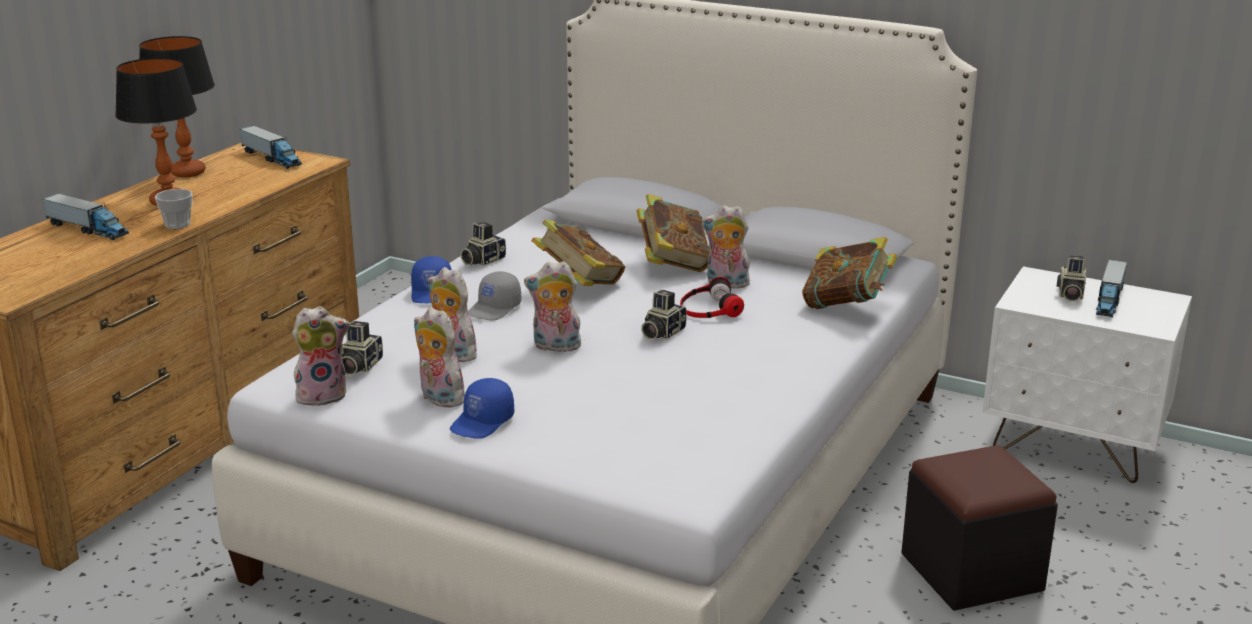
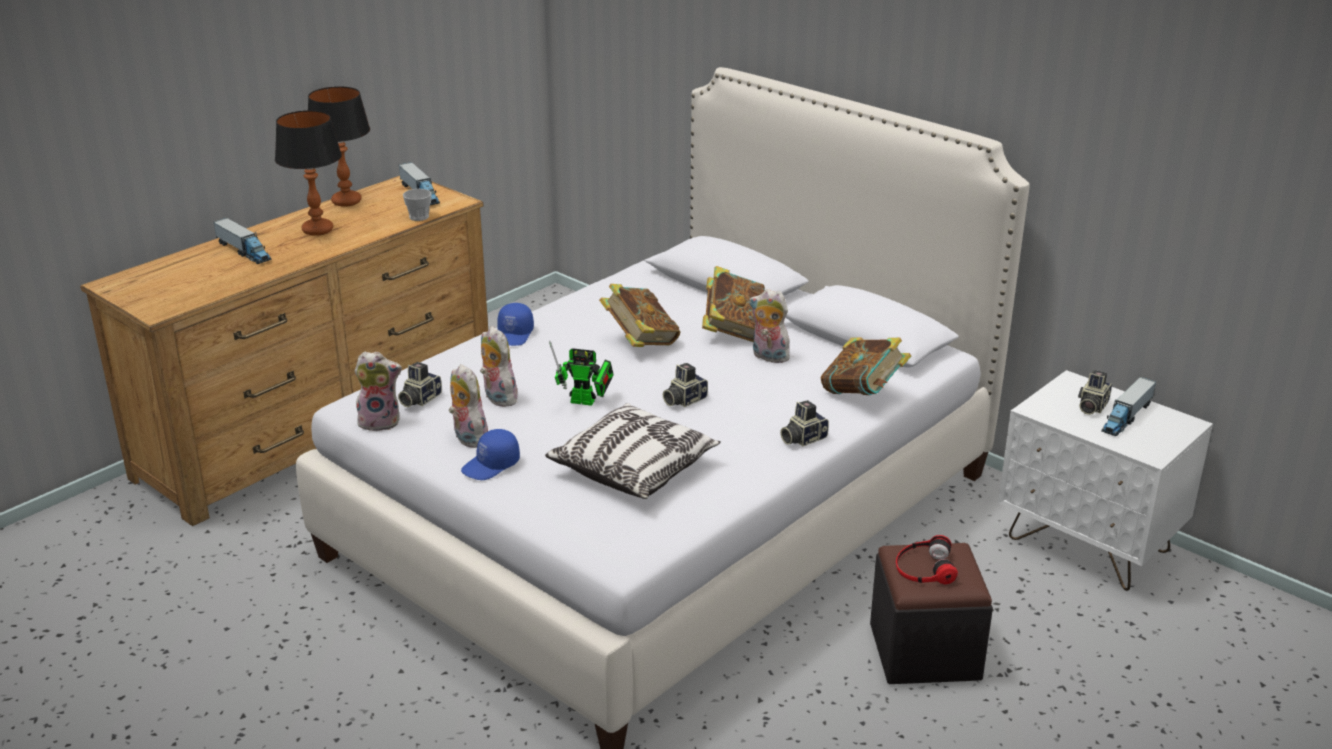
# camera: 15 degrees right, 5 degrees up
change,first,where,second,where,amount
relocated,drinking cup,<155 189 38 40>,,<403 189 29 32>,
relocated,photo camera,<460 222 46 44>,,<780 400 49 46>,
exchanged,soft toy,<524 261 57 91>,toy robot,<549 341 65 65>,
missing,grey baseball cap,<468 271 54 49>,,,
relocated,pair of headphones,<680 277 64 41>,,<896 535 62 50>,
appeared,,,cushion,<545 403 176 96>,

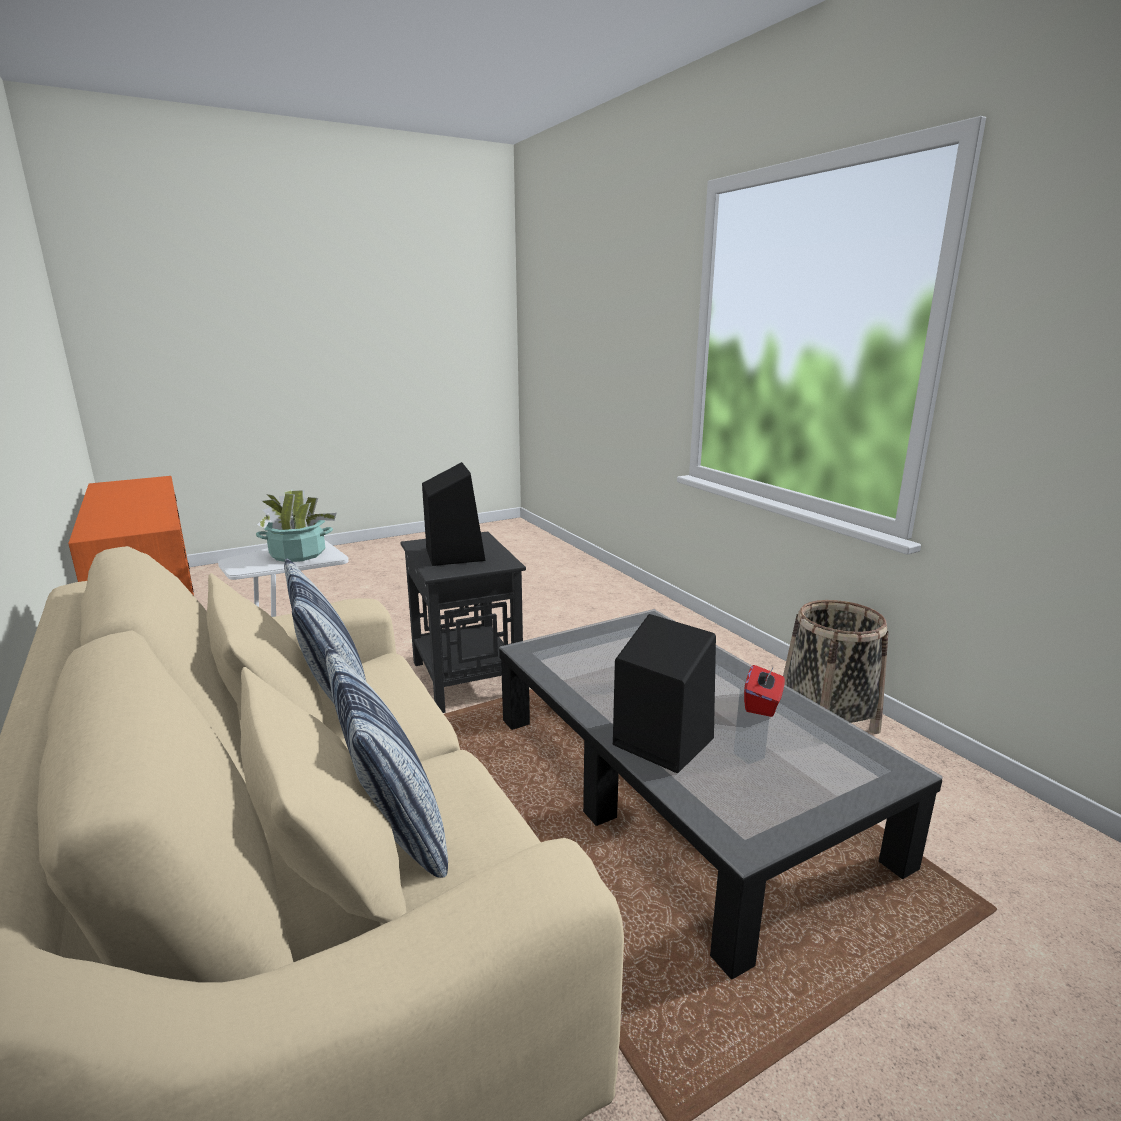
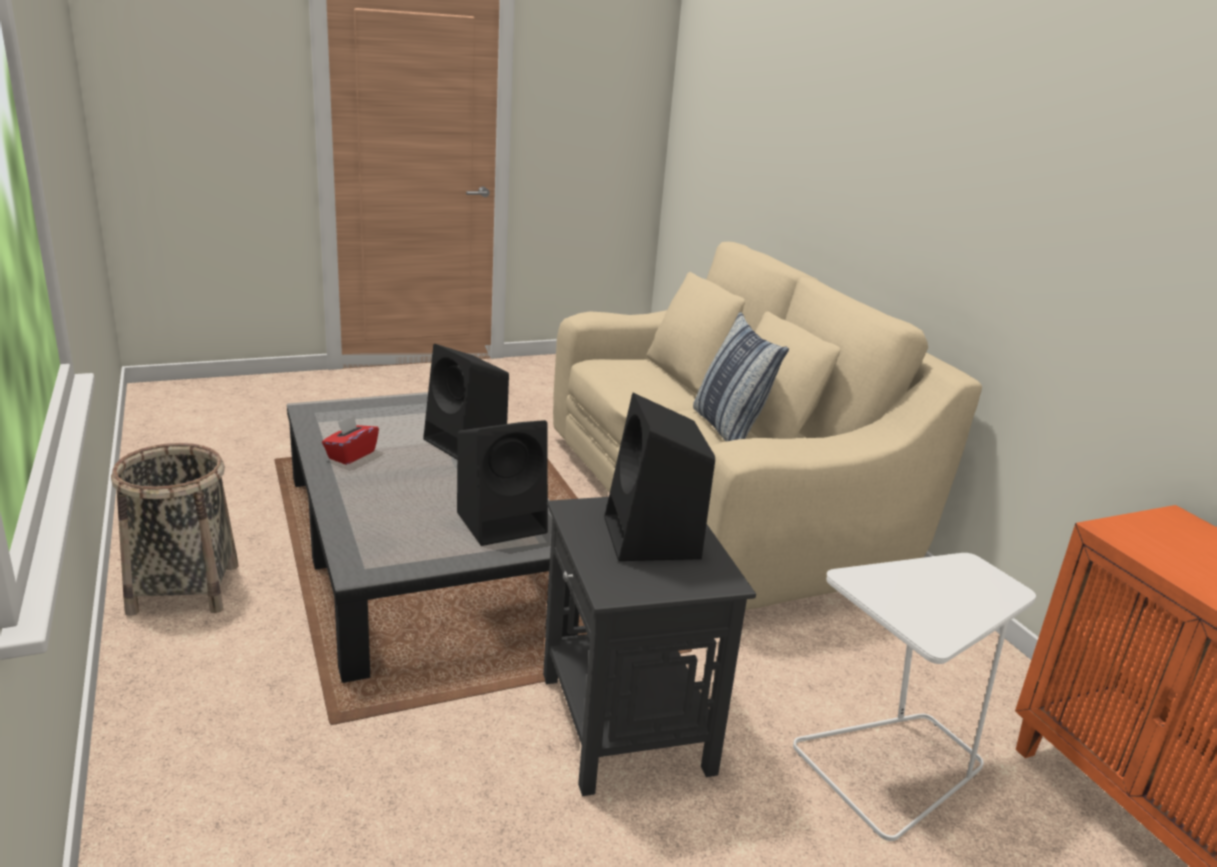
# camera: 175 degrees left, 5 degrees up
change,first,where,second,where,amount
missing,potted plant,<256 490 80 72>,,,
missing,cushion,<325 647 123 231>,,,
appeared,,,black-coloured loudspeaker,<457 420 91 126>,

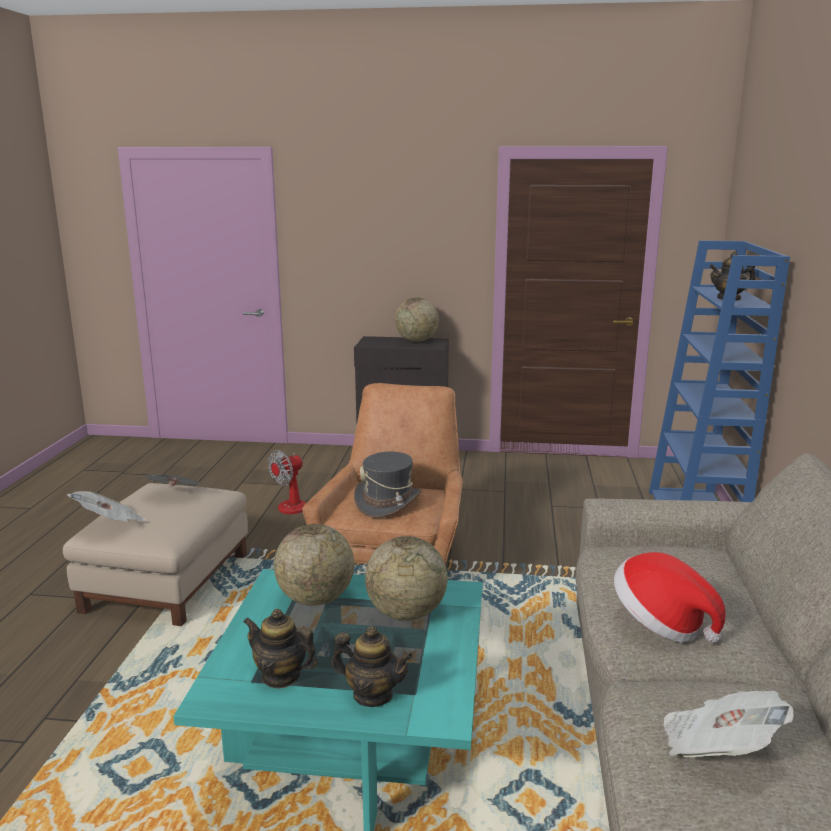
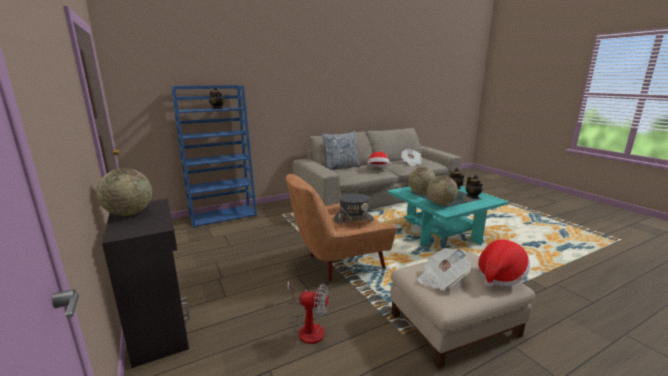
# camera: 125 degrees left, 0 degrees up
change,first,where,second,where,amount
exchanged,newspaper,<67 491 79 31>,wearable hat,<478 239 52 48>,
appeared,,,cushion,<322 131 39 39>,

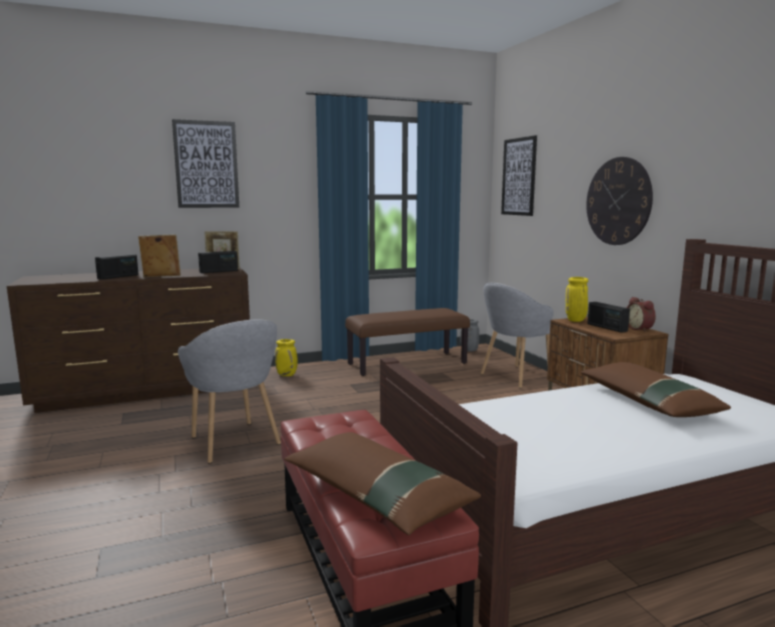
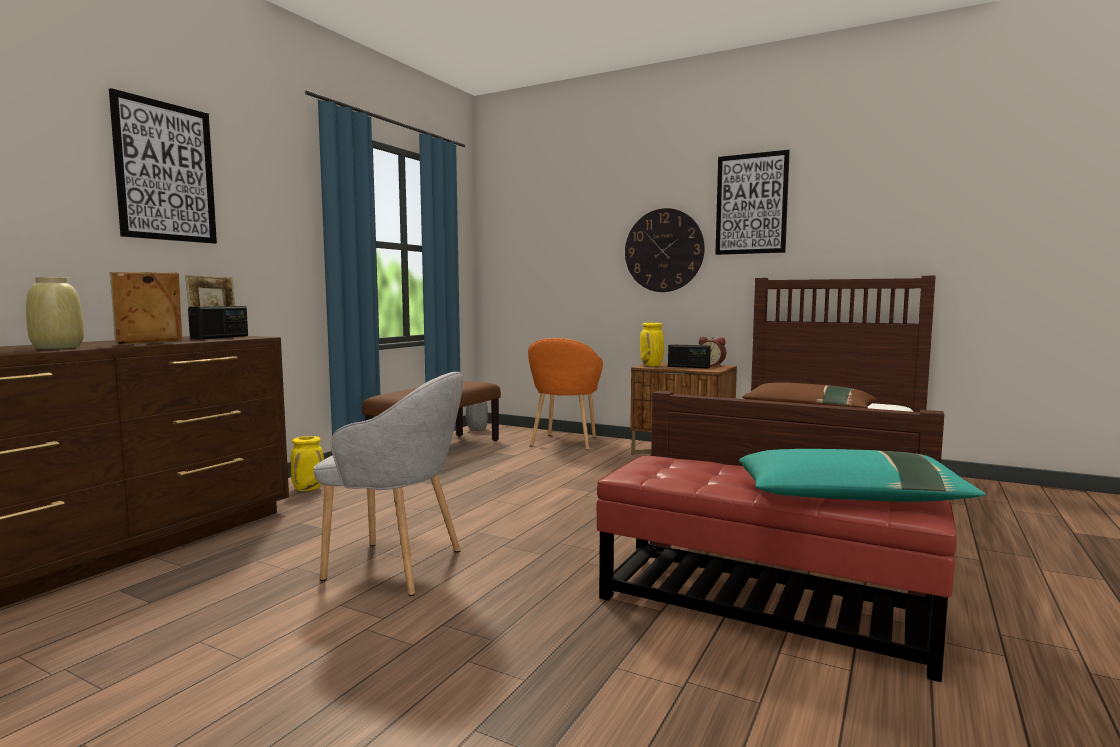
# camera: 40 degrees left, 5 degrees down
change,first,where,second,where,amount
relocated,picture,<501 135 36 81>,,<715 150 75 105>,
exchanged,radio set,<95 254 44 26>,sand-coloured flower vase,<26 277 58 72>,
colour,grey easy chair,<481 283 73 105>,orange easy chair,<528 338 75 112>,
colour,brownish cushion,<284 432 197 103>,turquoise cushion,<739 449 247 53>,

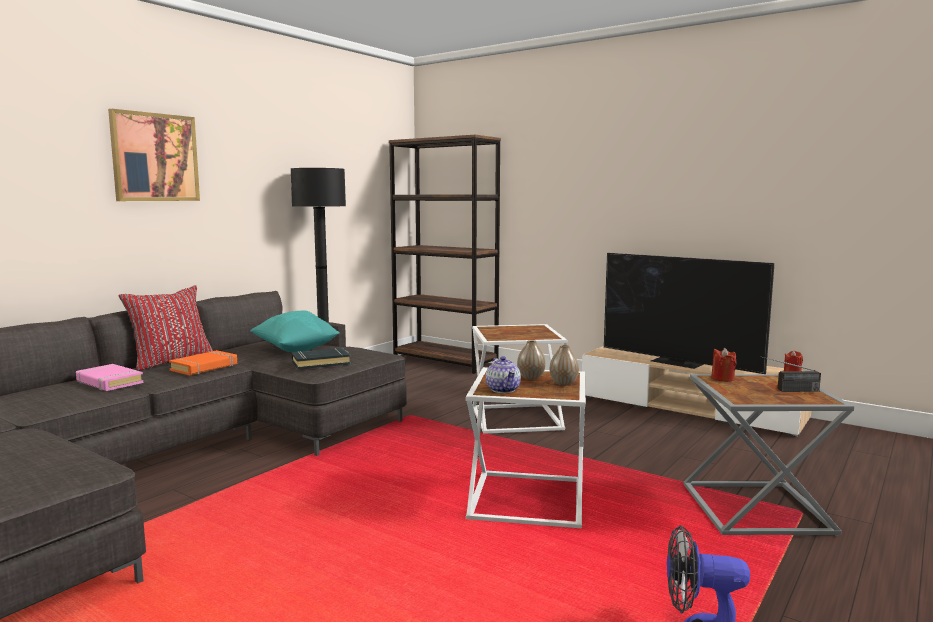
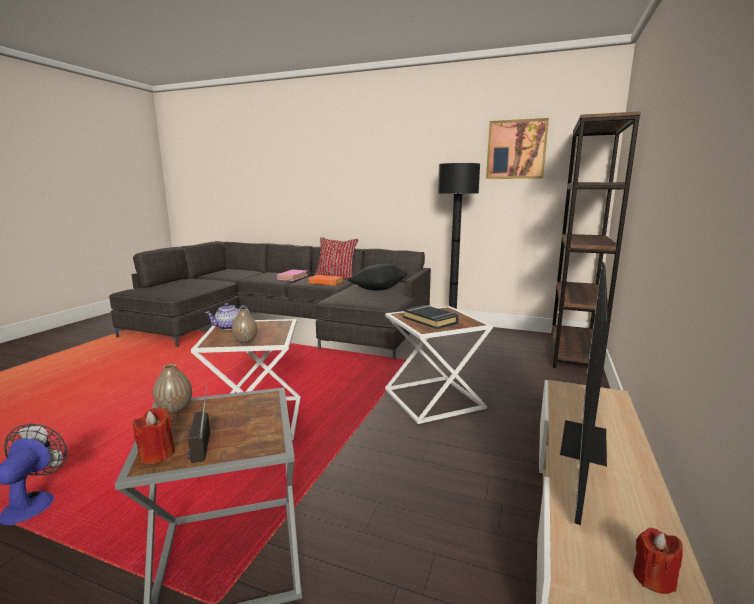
# camera: 75 degrees right, 5 degrees up
change,first,where,second,where,amount
relocated,picture,<108 109 92 92>,,<486 118 63 61>,
colour,turquoise cushion,<250 310 90 42>,black-coloured cushion,<347 264 61 27>,
relocated,flower vase,<517 340 29 40>,,<153 364 39 50>,
relocated,black-coloured volume,<292 348 59 21>,,<403 305 56 24>,
relocated,red candle,<711 348 26 34>,,<132 407 43 57>,

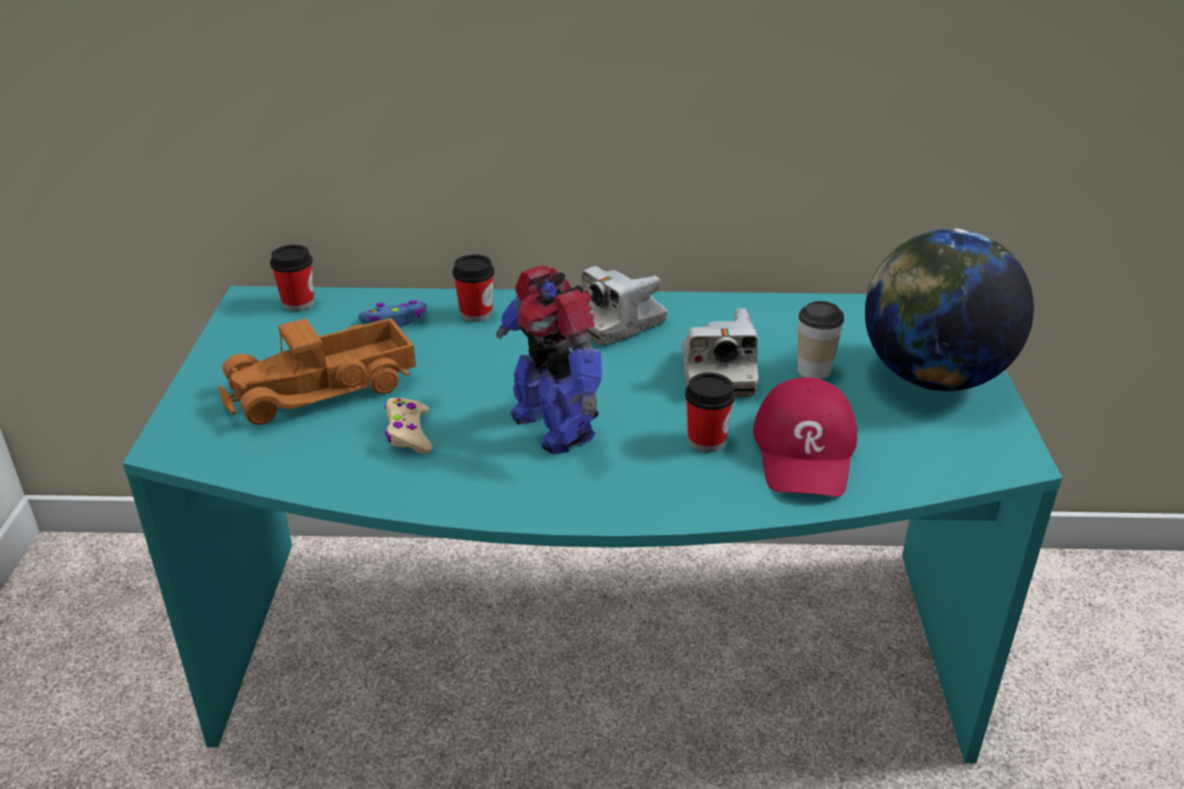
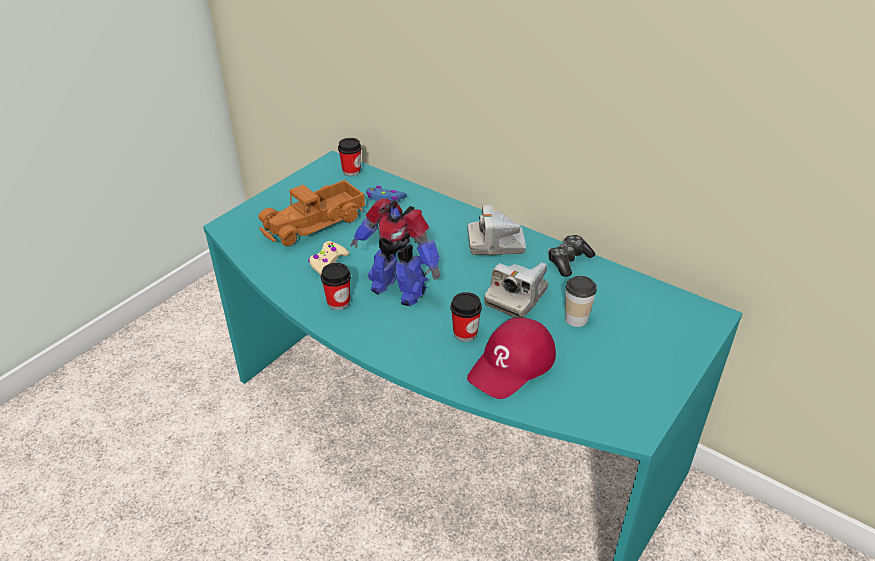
# camera: 35 degrees right, 5 degrees up
change,first,where,second,where,amount
missing,desk globe,<865 228 169 163>,,,
relocated,drinking cup,<452 254 43 68>,,<321 263 30 47>,
spun,toy robot,<496 265 106 189>,,<351 199 89 107>,60 degrees counterclockwise
spun,toy lorry,<218 318 198 107>,,<258 180 107 66>,45 degrees counterclockwise
appeared,,,gamepad,<548 235 47 42>,

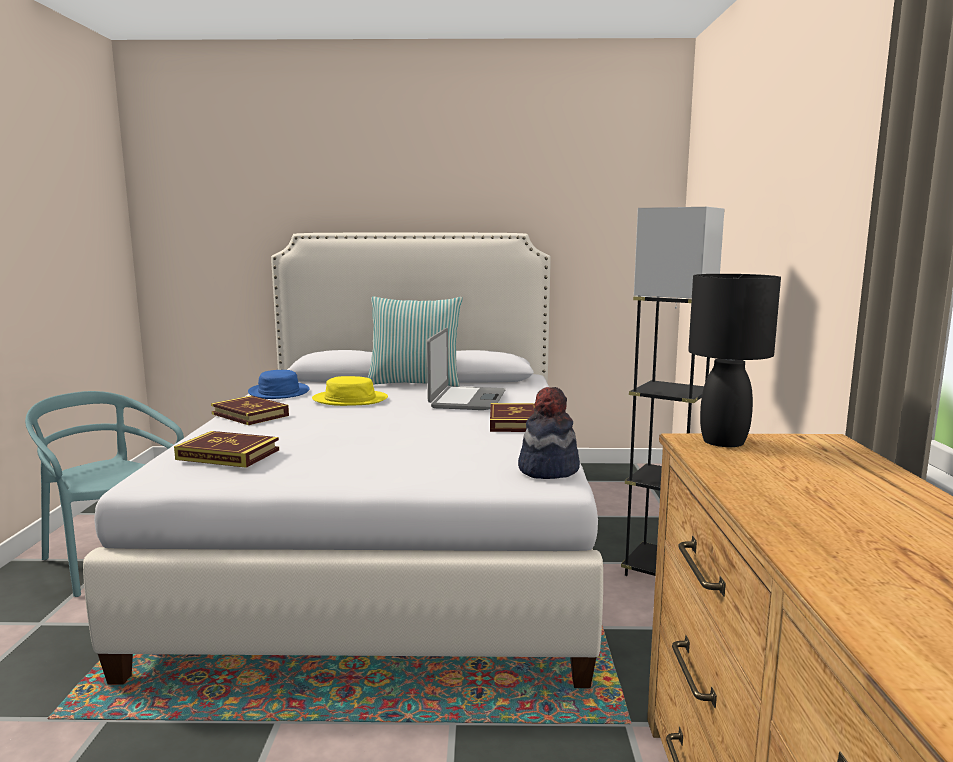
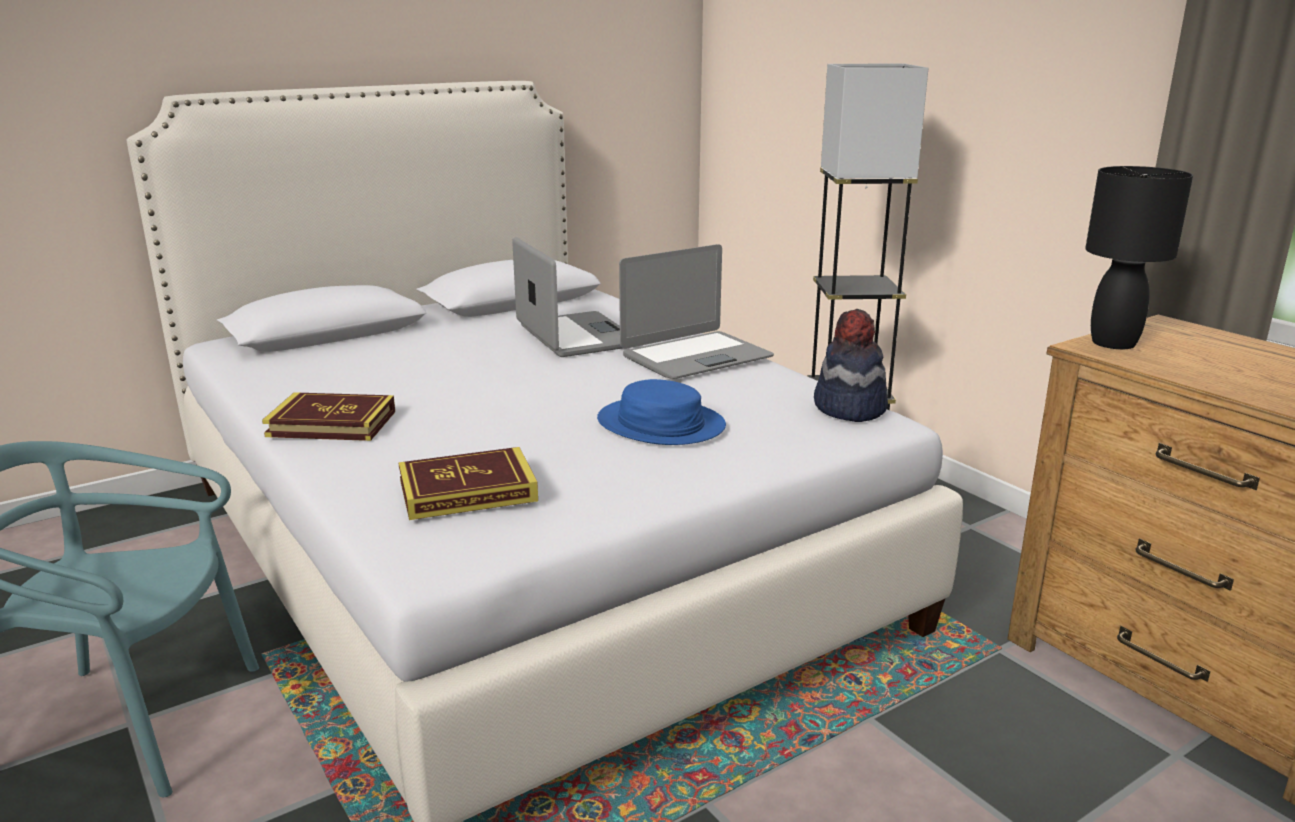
# camera: 35 degrees left, 10 degrees up
change,first,where,second,where,amount
missing,cushion,<367 296 96 90>,,,
relocated,blue wearable hat,<248 370 61 29>,,<597 379 129 66>,
missing,yellowish wearable hat,<312 376 76 30>,,,
exchanged,volume,<490 403 45 29>,notebook computer,<619 244 155 135>,

